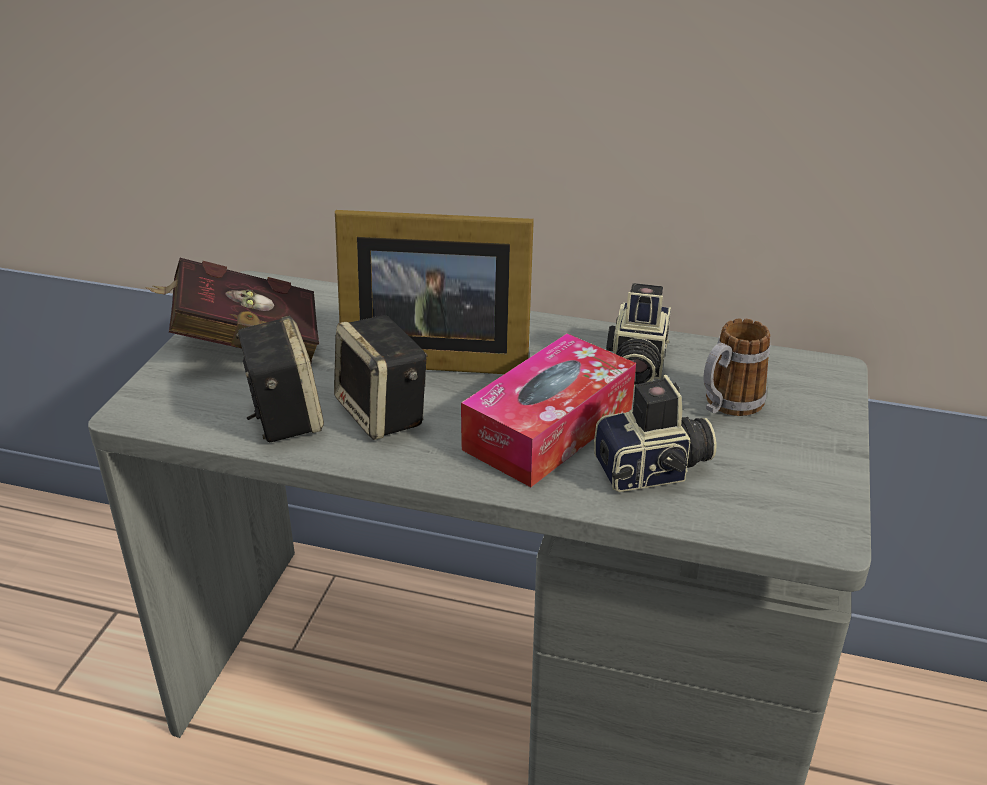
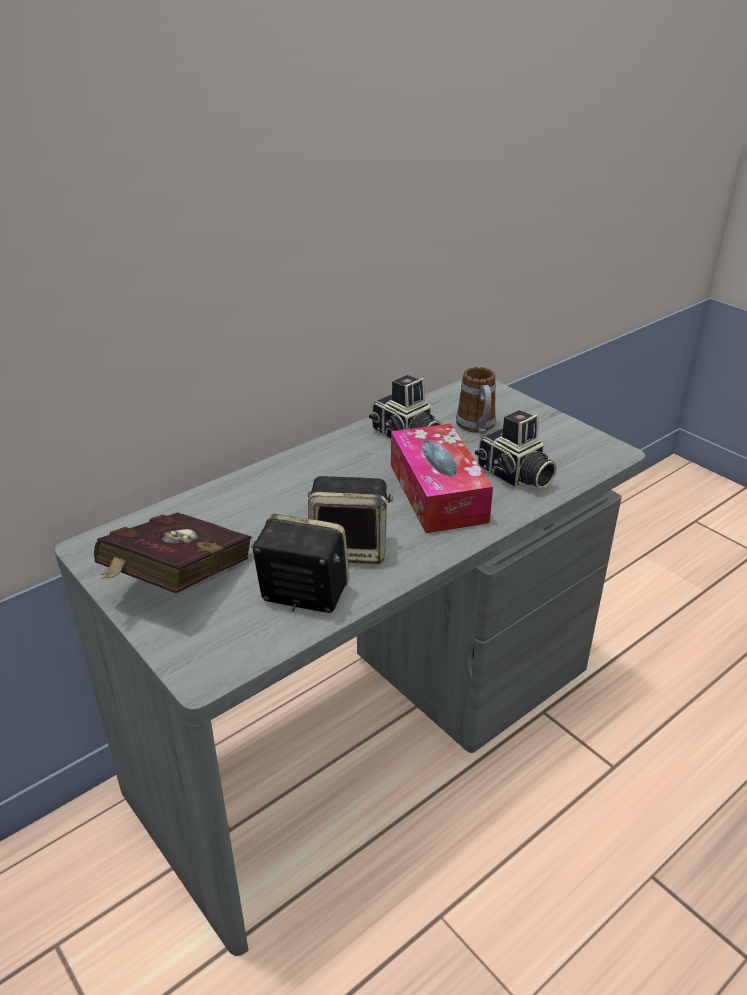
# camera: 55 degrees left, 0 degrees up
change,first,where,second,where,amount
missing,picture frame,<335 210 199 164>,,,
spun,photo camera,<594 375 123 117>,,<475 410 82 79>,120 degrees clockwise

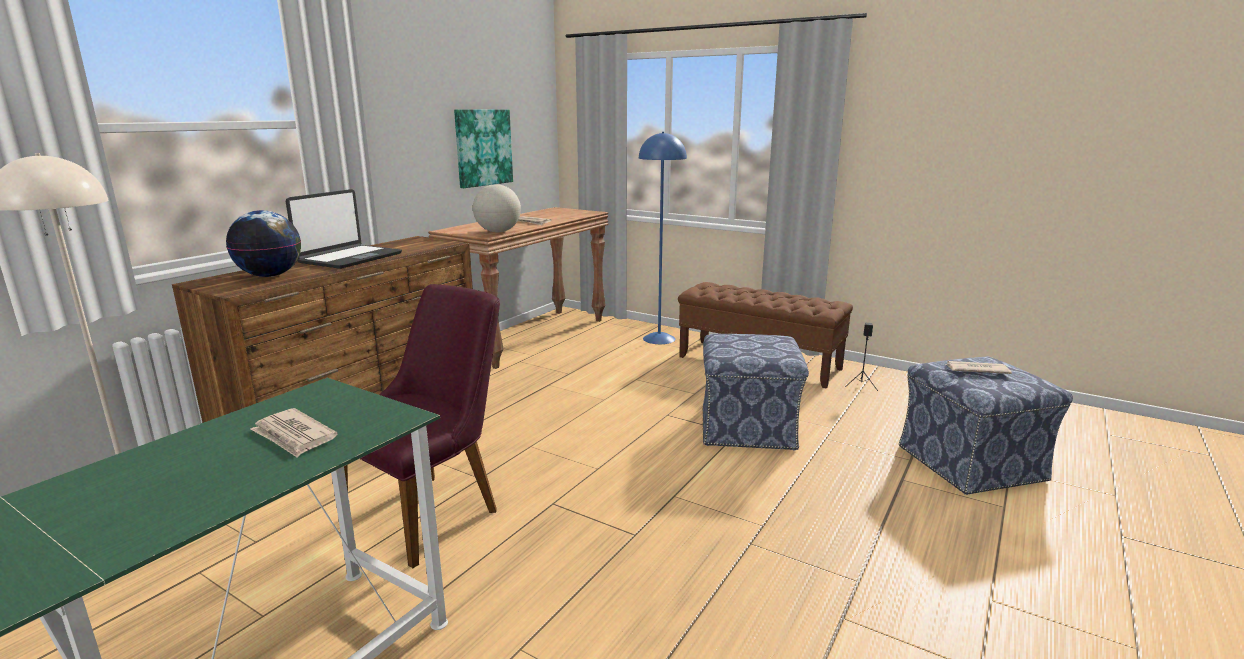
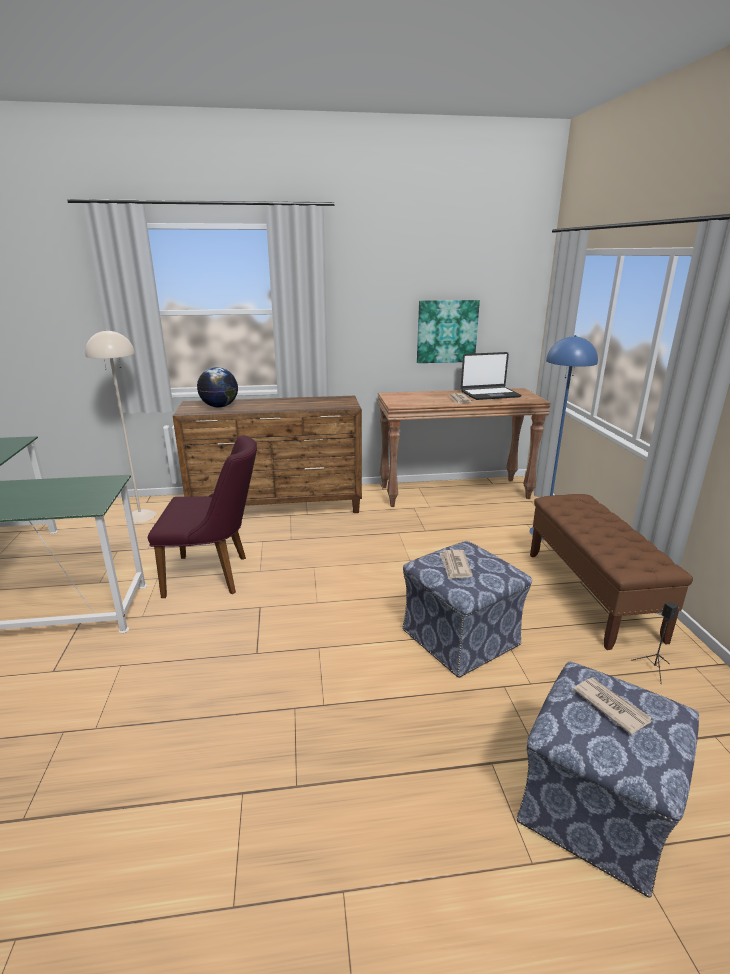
# camera: 50 degrees right, 5 degrees up
change,first,where,second,where,amount
missing,desk globe,<473 184 48 48>,,,
relocated,notebook computer,<286 189 116 80>,,<461 352 60 48>,
relocated,newspaper,<250 408 88 50>,,<440 550 33 29>,

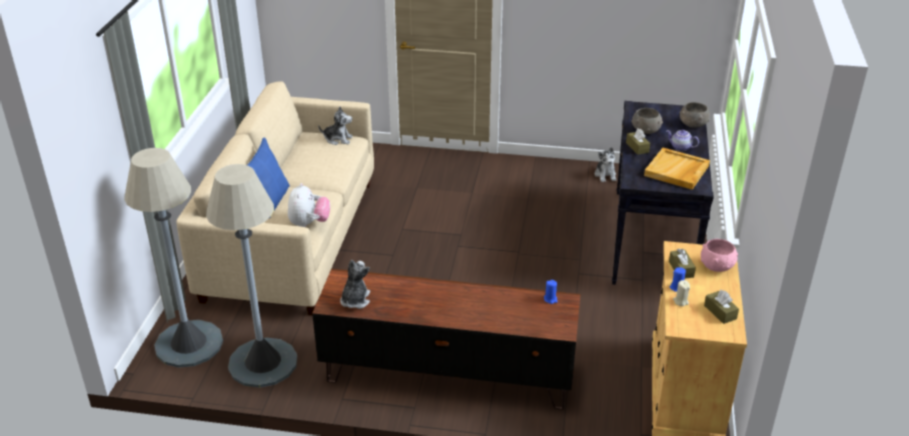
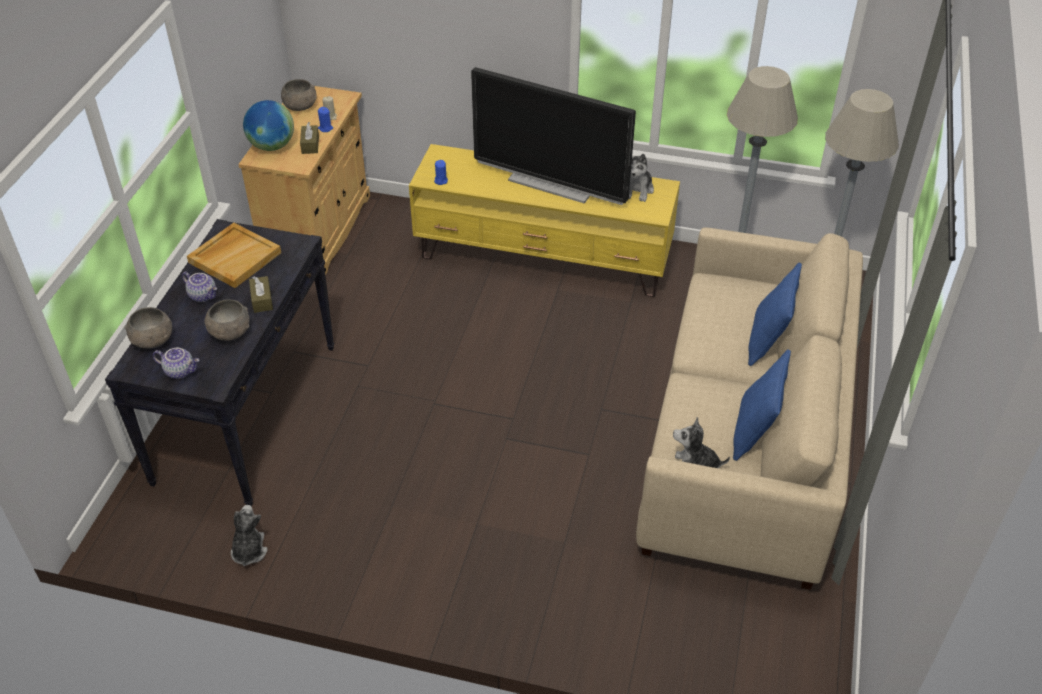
# camera: 175 degrees left, 10 degrees up
change,first,where,second,where,amount
missing,soft toy,<288 183 42 44>,,,
exchanged,pinkish bowl,<701 239 37 33>,desk globe,<243 100 51 51>,
colour,brownish tv stand,<312 269 269 141>,yellowish tv stand,<409 144 271 153>,
exchanged,brownish tissue holder,<704 290 35 34>,grey bowl,<281 79 35 32>,
appeared,,,television,<471 67 165 138>,
appeared,,,teapot,<153 348 46 31>,
appeared,,,blue cushion,<733 349 58 112>,

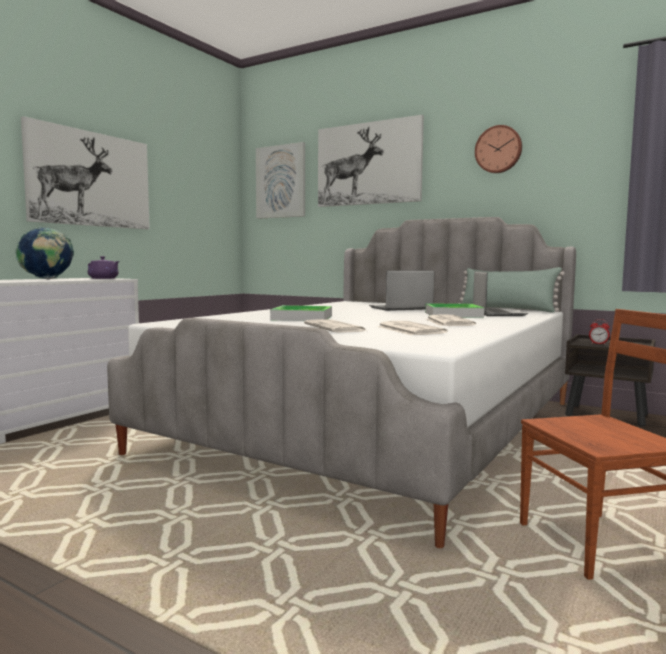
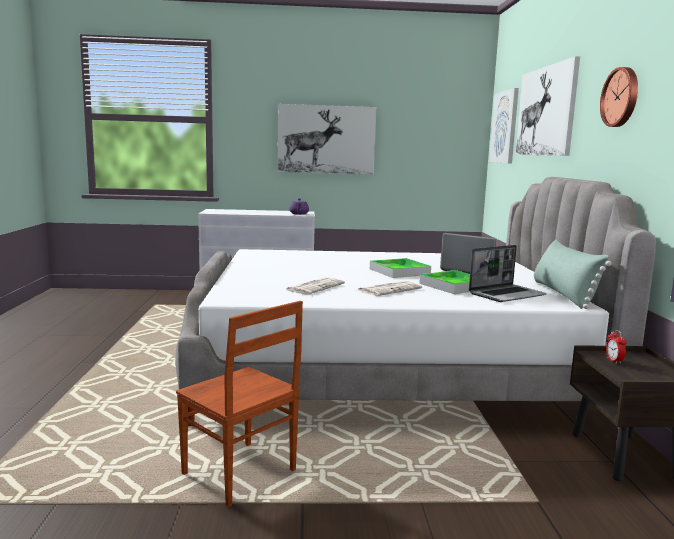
# camera: 55 degrees right, 5 degrees up
change,first,where,second,where,amount
missing,desk globe,<15 227 59 52>,,,
relocated,tray,<270 305 62 16>,,<370 258 61 20>,
missing,newspaper,<304 319 62 14>,,,

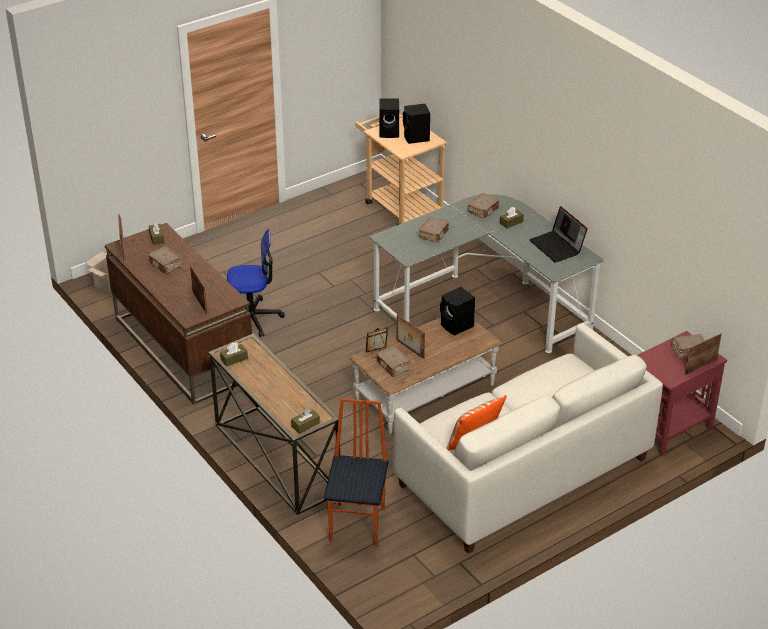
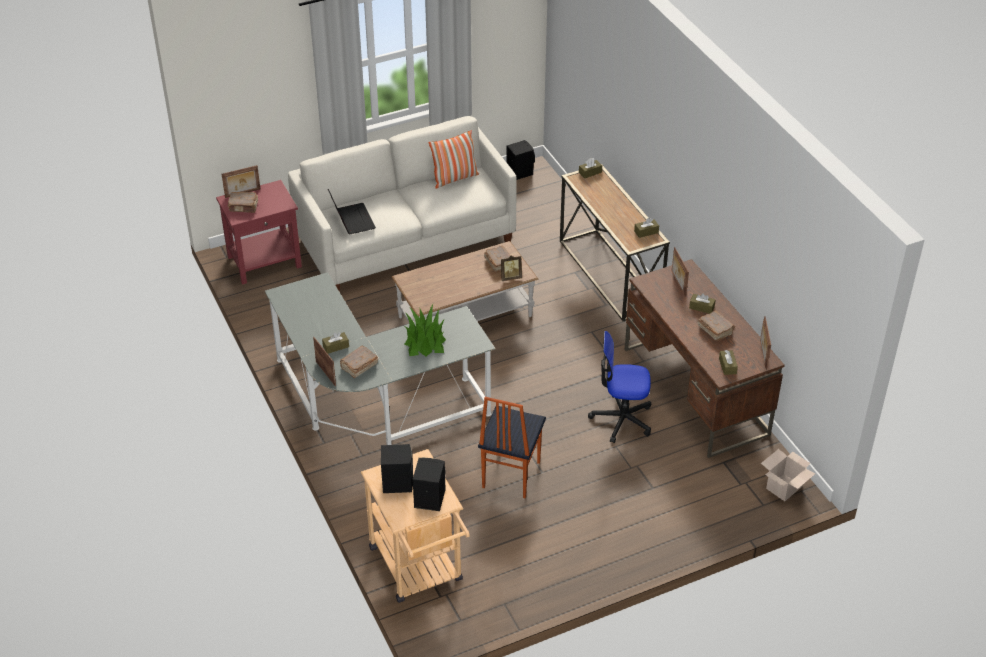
# camera: 170 degrees left, 5 degrees up
change,first,where,second,where,amount
relocated,notebook computer,<529 206 59 57>,,<328 189 48 45>,
exchanged,brownish volume,<419 217 30 25>,potted plant,<405 304 41 52>,
relocated,black-coloured loudspeaker,<440 287 35 48>,,<506 140 29 40>,
relocated,picture frame,<397 314 28 45>,,<313 337 23 49>,
relocated,plain chair,<324 398 65 149>,,<478 397 68 101>,
appeared,,,brownish tissue holder,<689 293 27 21>,

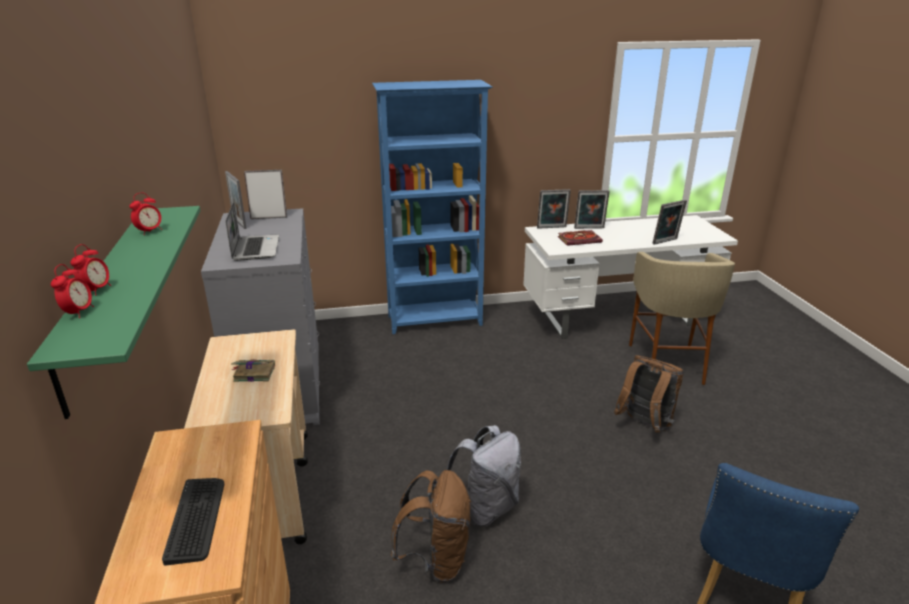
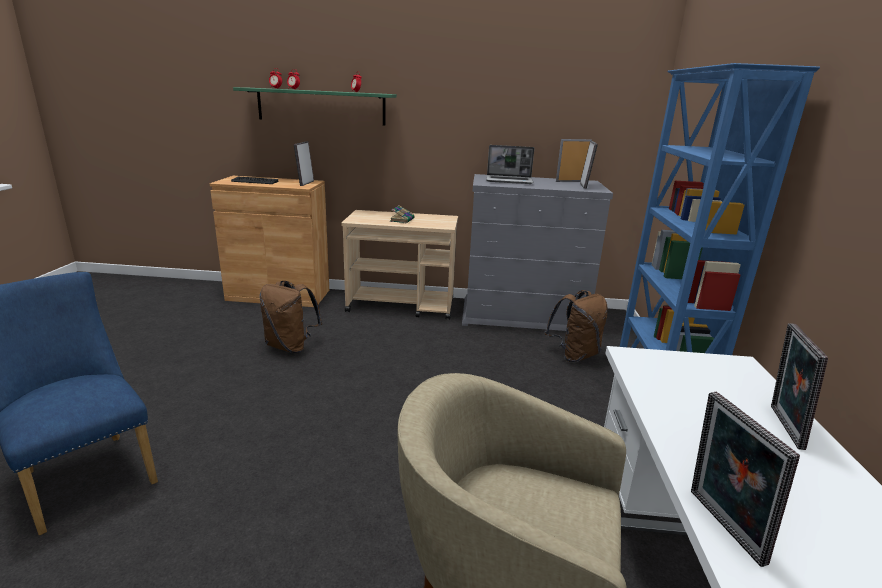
# camera: 105 degrees right, 5 degrees down
change,first,where,second,where,amount
relocated,picture frame,<537 189 34 40>,,<294 141 20 45>,
missing,volume,<558 230 45 16>,,,
relocated,brownish backpack,<614 355 70 77>,,<545 290 62 72>,
missing,grey backpack,<447 425 74 101>,,,

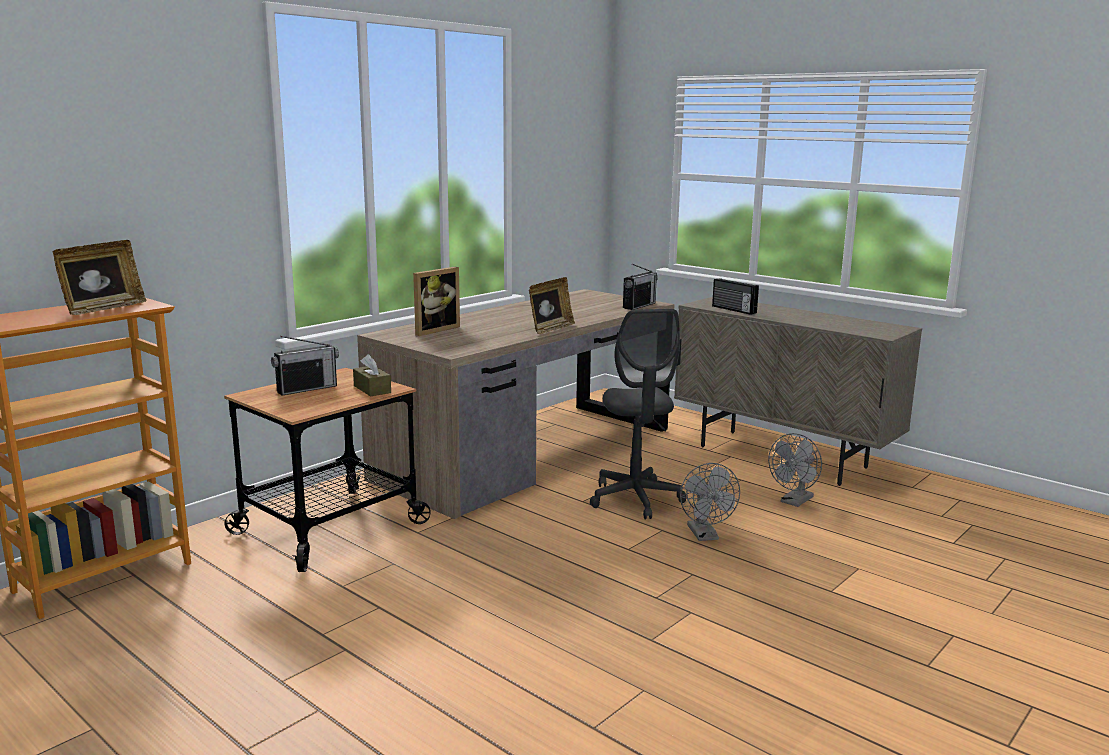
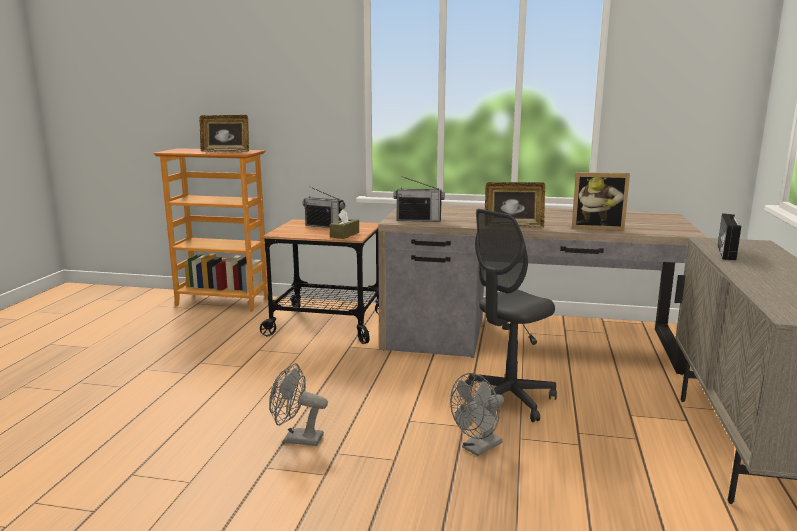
# camera: 60 degrees right, 0 degrees up
change,first,where,second,where,amount
relocated,radio set,<623 264 35 46>,,<394 176 51 46>,
relocated,picture frame,<413 267 47 69>,,<572 172 58 59>,
relocated,grey electric fan,<768 433 54 74>,,<269 363 59 83>,

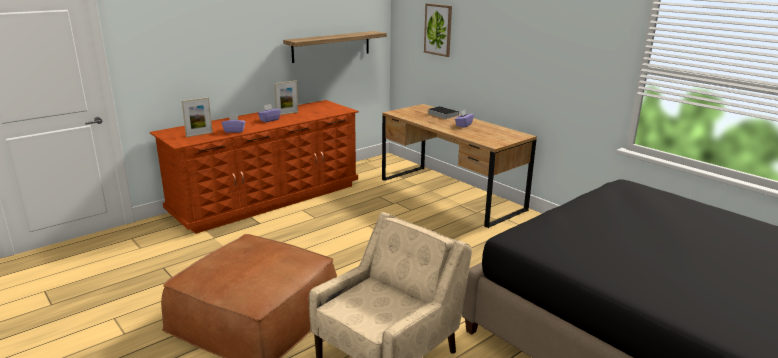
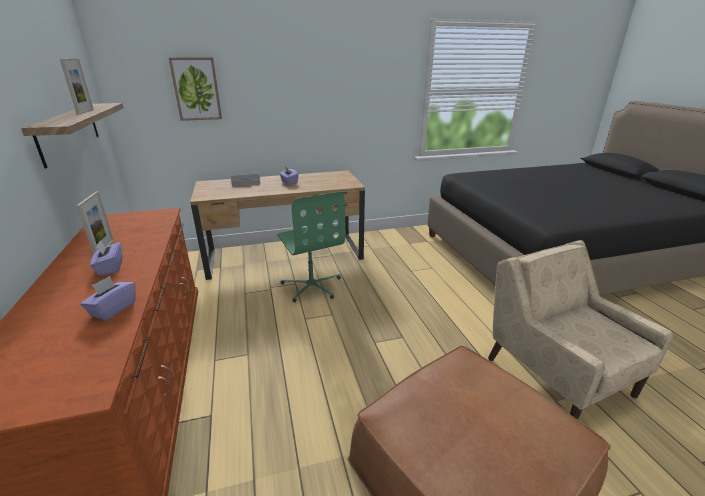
# camera: 65 degrees left, 5 degrees up
change,first,where,second,where,amount
relocated,picture frame,<181 97 32 40>,,<60 59 34 55>,
appeared,,,green computer chair,<277 192 69 110>,

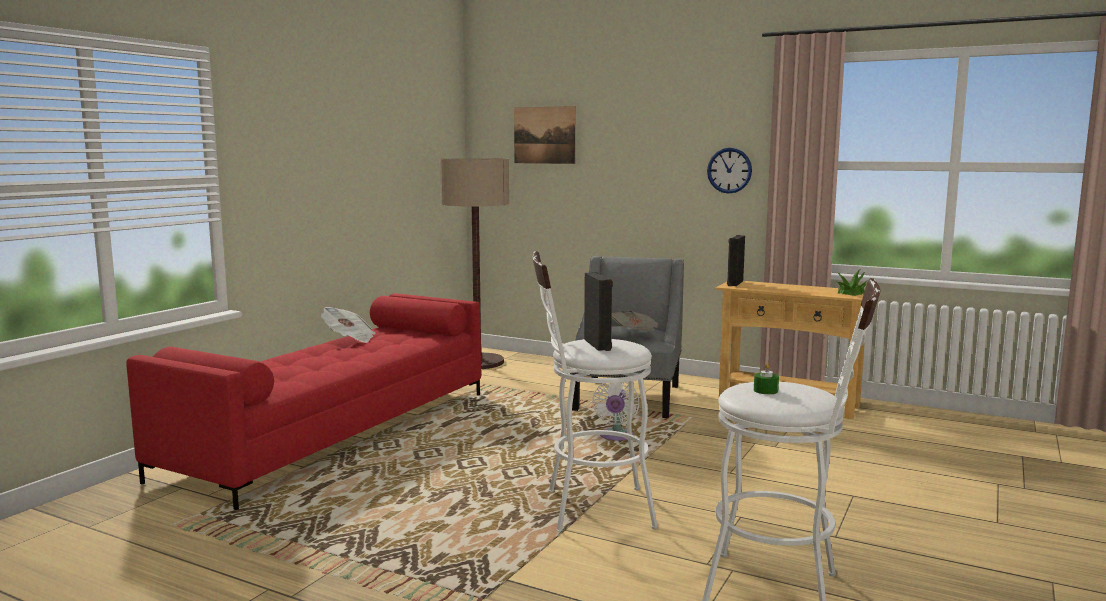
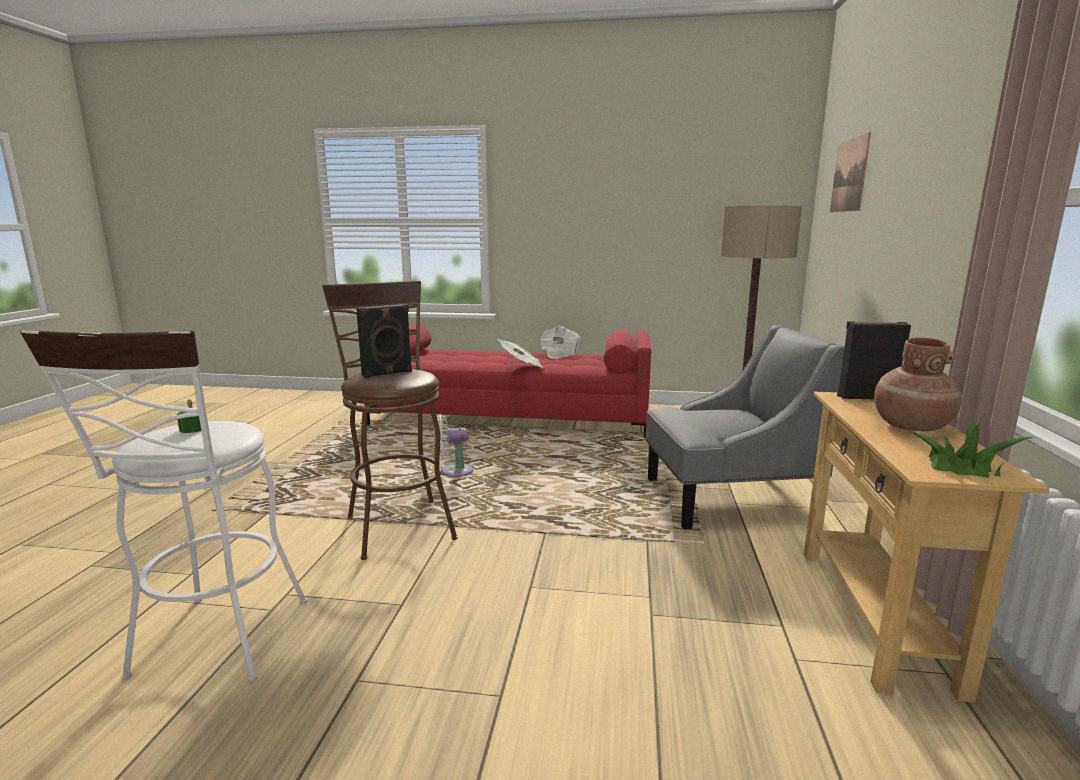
# camera: 70 degrees right, 5 degrees up
change,first,where,second,where,amount
missing,wall clock,<707 148 45 46>,,,
colour,whitish stool seat,<532 251 126 281>,brownish stool seat,<322 281 135 279>,
relocated,newspaper,<611 311 48 20>,,<497 339 46 29>,
relocated,whitish electric fan,<592 382 47 59>,,<434 415 40 62>,
appeared,,,brownish flower vase,<874 338 88 93>,

